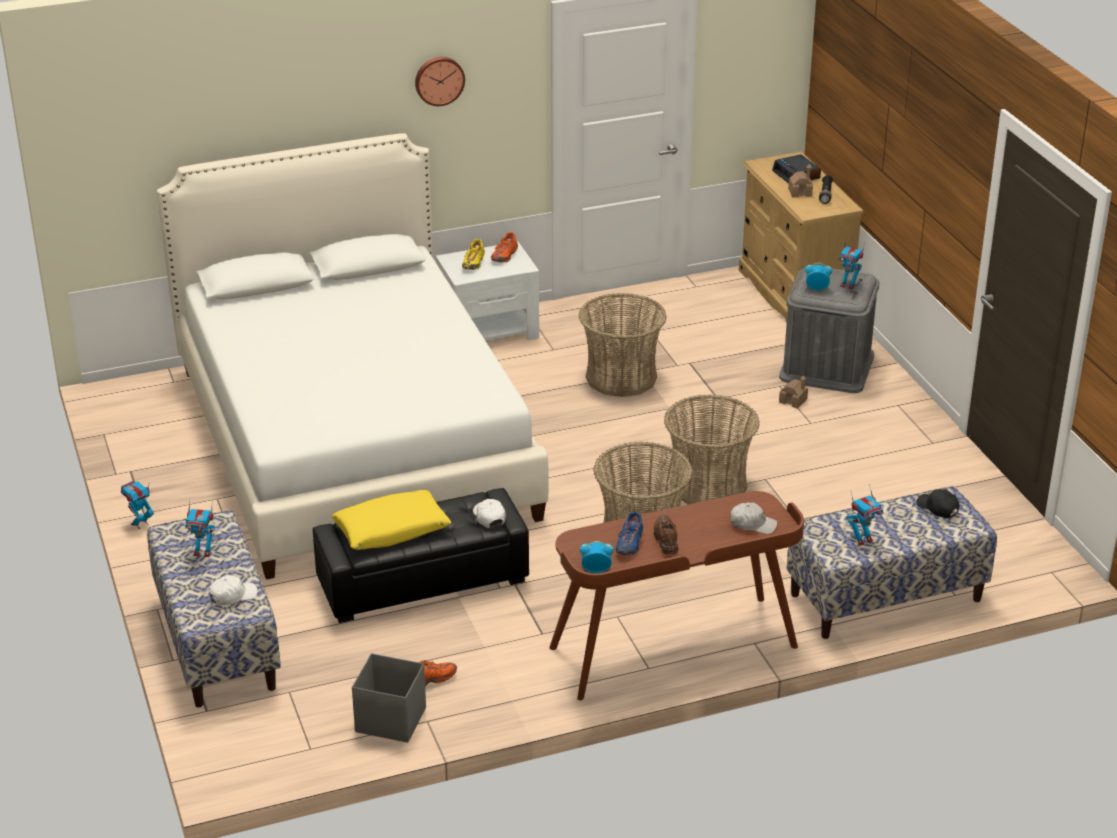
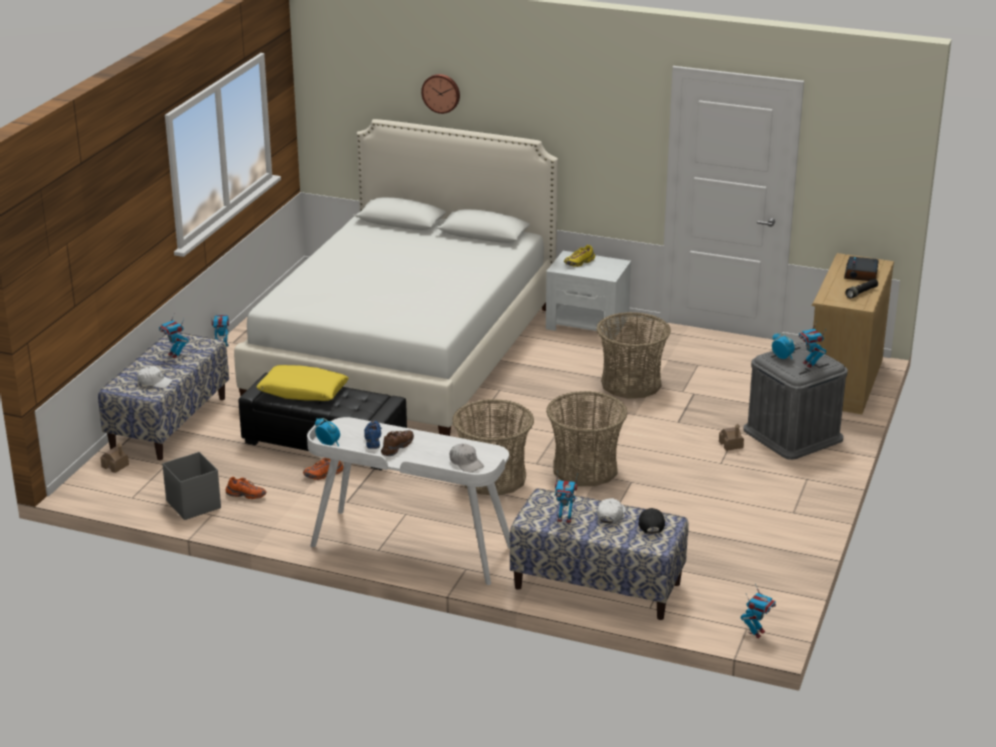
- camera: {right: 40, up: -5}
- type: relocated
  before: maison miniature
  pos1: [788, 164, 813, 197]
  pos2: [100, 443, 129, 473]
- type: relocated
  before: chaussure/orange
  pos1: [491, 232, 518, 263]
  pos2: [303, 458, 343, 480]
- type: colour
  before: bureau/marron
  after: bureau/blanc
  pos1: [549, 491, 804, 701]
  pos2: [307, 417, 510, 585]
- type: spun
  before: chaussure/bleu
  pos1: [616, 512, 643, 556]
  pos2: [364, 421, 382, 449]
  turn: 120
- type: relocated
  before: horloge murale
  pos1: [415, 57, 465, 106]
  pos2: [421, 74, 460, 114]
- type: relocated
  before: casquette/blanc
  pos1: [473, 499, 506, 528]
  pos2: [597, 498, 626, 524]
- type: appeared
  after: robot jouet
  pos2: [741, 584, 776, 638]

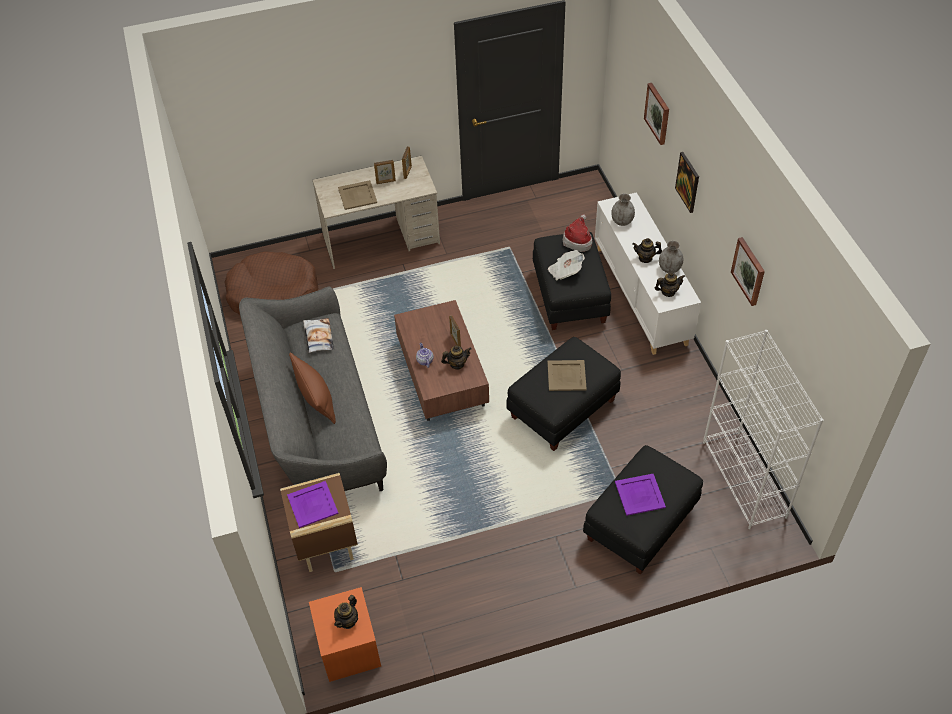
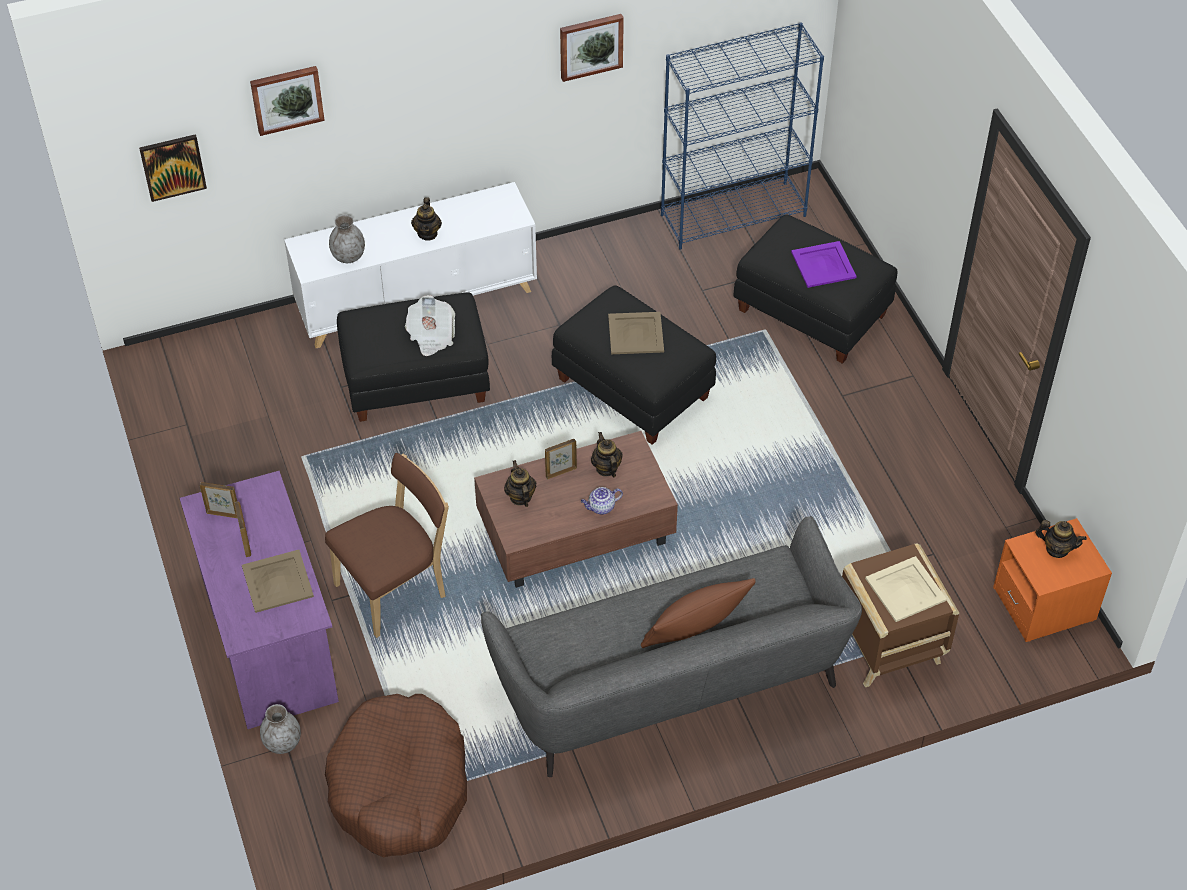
- camera: {right: -95, up: 0}
- type: relocated
  before: tableau
  pos1: [675, 152, 699, 213]
  pos2: [139, 134, 207, 202]
- type: colour
  before: bureau/beige
  after: bureau/violet
  pos1: [313, 156, 440, 269]
  pos2: [180, 471, 339, 729]
- type: relocated
  before: vase/gris
  pos1: [659, 241, 683, 273]
  pos2: [260, 704, 301, 754]
- type: appeared
  after: chaise/marron
  pos2: [325, 453, 449, 638]
- type: relocated
  before: théière
  pos1: [654, 272, 685, 297]
  pos2: [504, 460, 537, 507]
- type: colour
  before: bibliothèque/blanc
  after: bibliothèque/bleu
  pos1: [703, 330, 824, 530]
  pos2: [661, 22, 824, 250]
- type: colour
  before: plateau/violet
  after: plateau/beige
  pos1: [287, 481, 339, 528]
  pos2: [865, 556, 947, 622]
- type: missing
  before: coussin
  pos1: [303, 318, 334, 353]
- type: missing
  before: chapeau
  pos1: [563, 214, 593, 252]

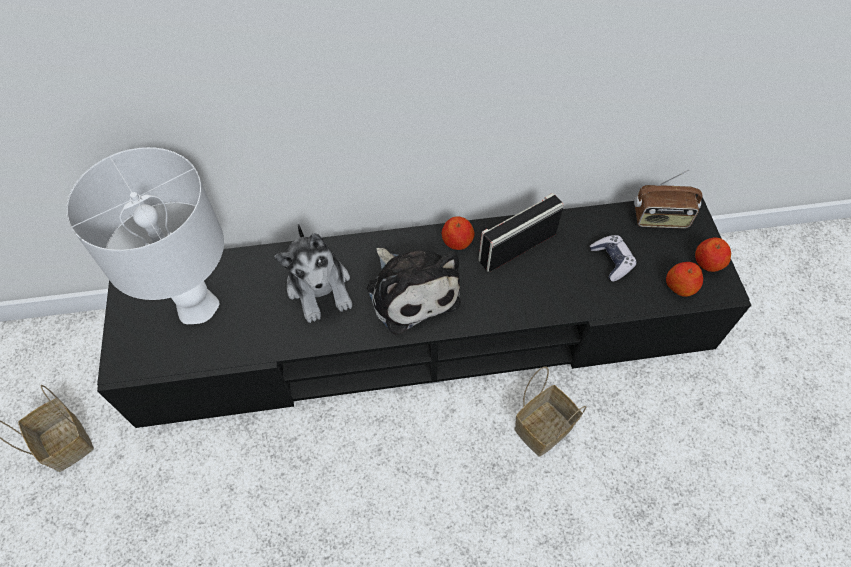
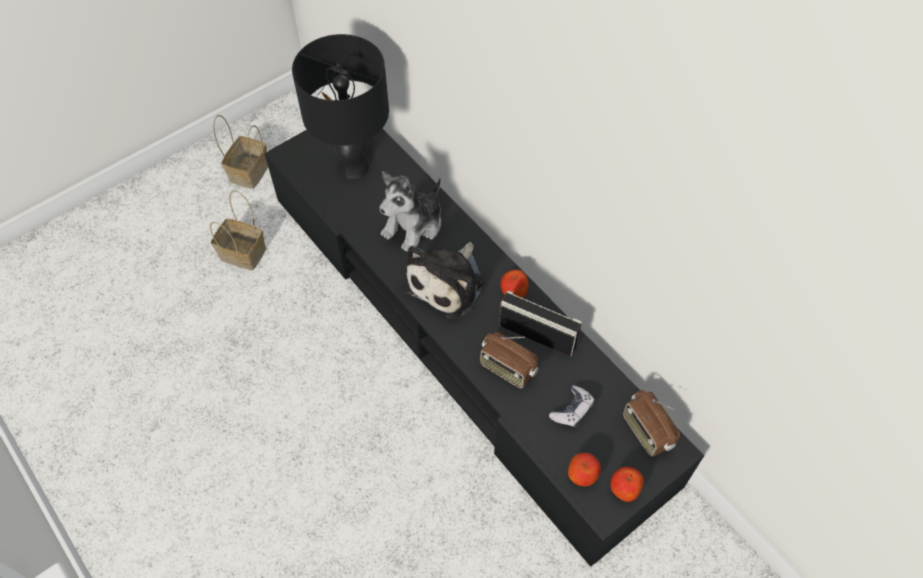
- camera: {right: 60, up: 0}
- type: relocated
  before: panier
  pos1: [514, 367, 586, 457]
  pos2: [210, 190, 266, 270]
- type: colour
  before: lampe de table/blanc
  after: lampe de table/noir
  pos1: [66, 147, 224, 324]
  pos2: [292, 34, 389, 179]
- type: appeared
  after: radio
  pos2: [480, 332, 538, 389]

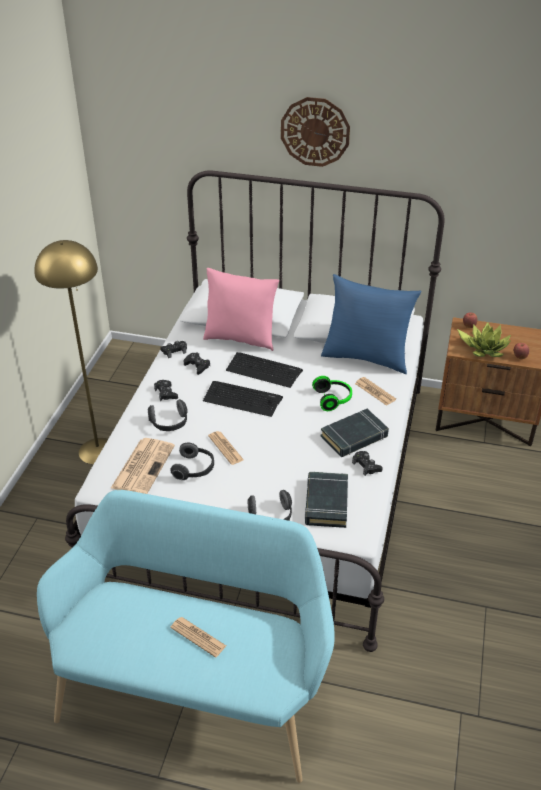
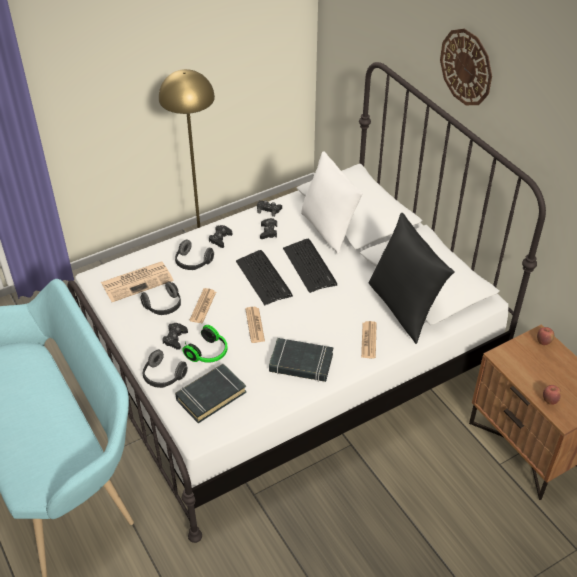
- camera: {right: 45, up: 5}
- type: relocated
  before: manette/noir
  pos1: [352, 451, 383, 476]
  pos2: [162, 323, 188, 350]
- type: relocated
  before: casque audio
  pos1: [312, 376, 352, 411]
  pos2: [182, 325, 228, 363]
- type: relocated
  before: journal
  pos1: [170, 617, 226, 658]
  pos2: [245, 307, 265, 343]
- type: colour
  before: coussin/rose
  after: coussin/blanc
  pos1: [203, 268, 280, 351]
  pos2: [301, 151, 363, 255]
- type: colour
  before: coussin/bleu
  after: coussin/noir
  pos1: [321, 274, 421, 374]
  pos2: [369, 213, 455, 344]
- type: missing
  before: plante en pot
  pos1: [457, 322, 511, 357]

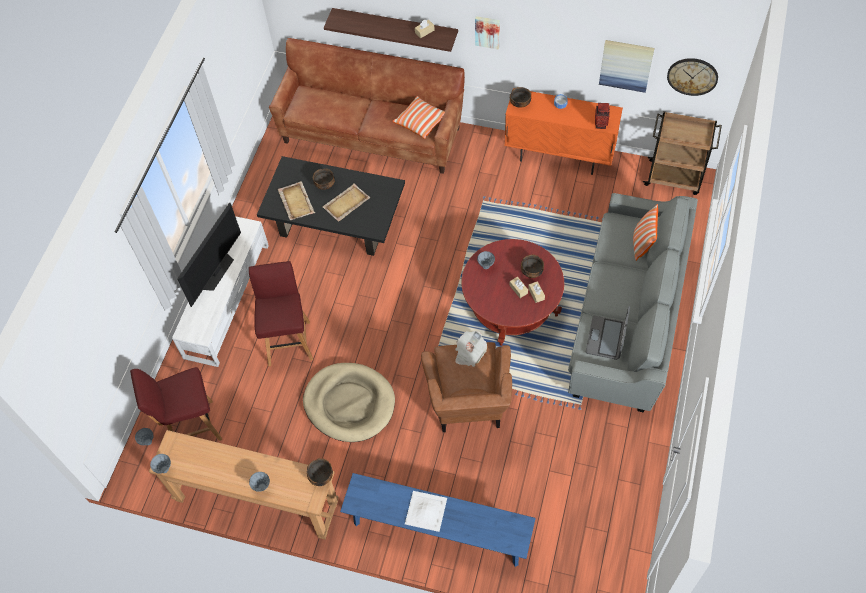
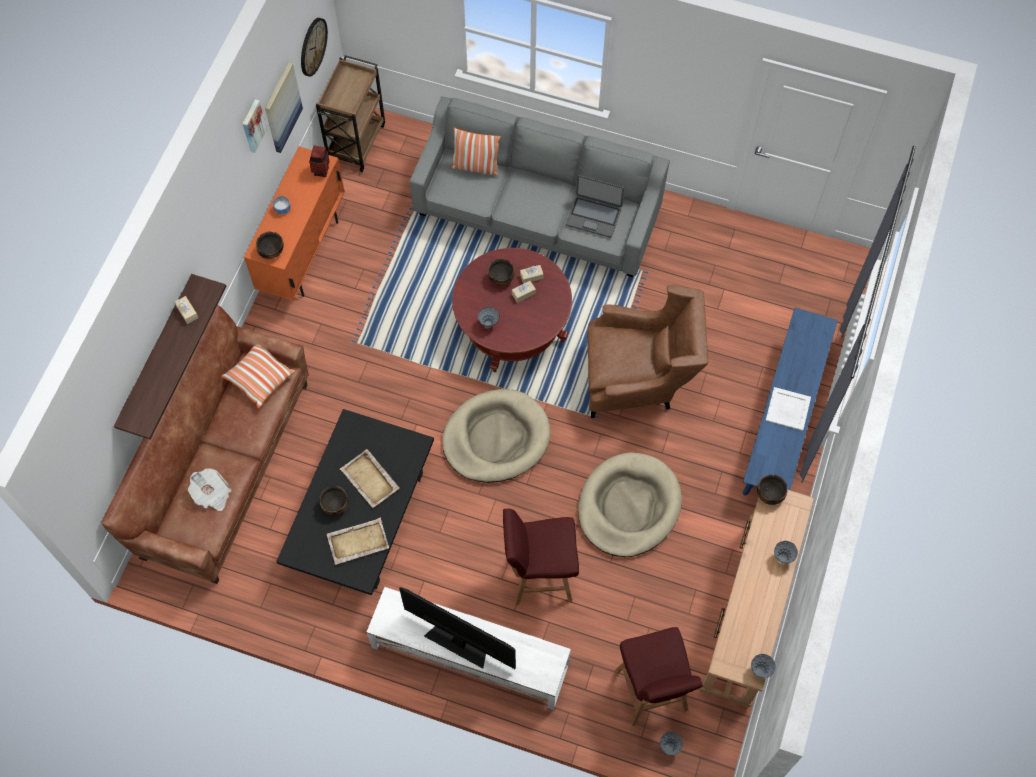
- camera: {right: -90, up: 5}
- type: relocated
  before: journal
  pos1: [455, 331, 487, 367]
  pos2: [188, 468, 231, 511]
- type: relocated
  before: tableau
  pos1: [475, 16, 500, 50]
  pos2: [243, 99, 267, 153]
- type: appeared
  after: panier pour chien/beige
  pos2: [442, 389, 550, 483]

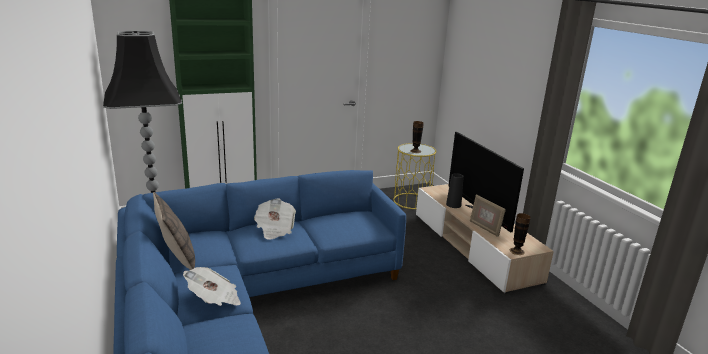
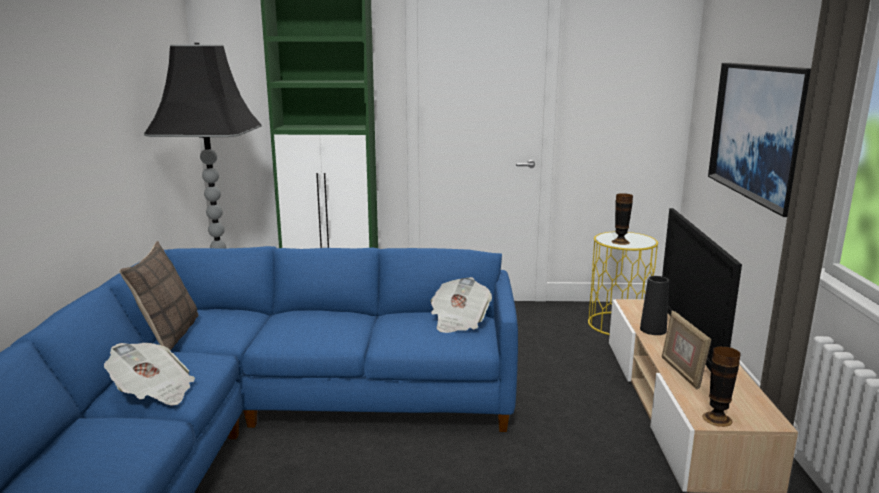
- camera: {right: 25, up: -5}
- type: relocated
  before: journal
  pos1: [254, 199, 296, 240]
  pos2: [430, 277, 492, 333]
- type: appeared
  after: tableau
  pos2: [708, 63, 811, 217]

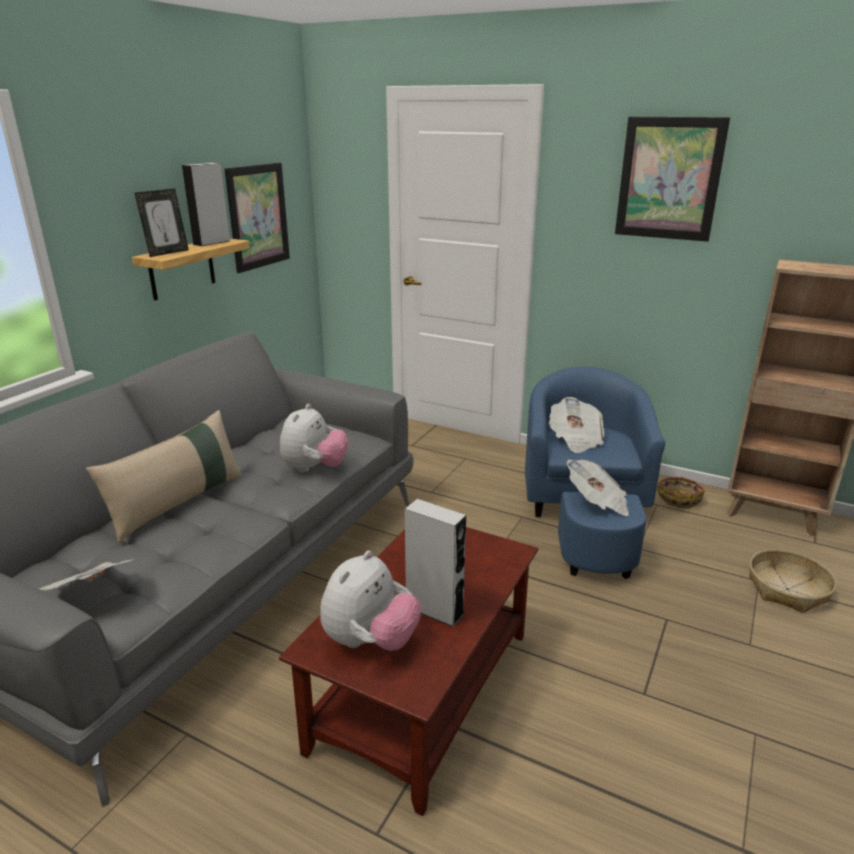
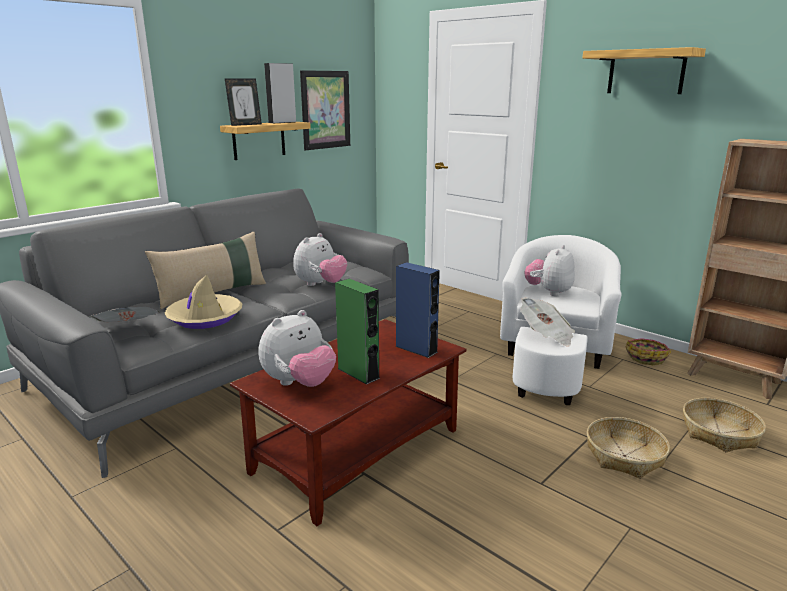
- camera: {right: 15, up: -5}
- type: appeared
  after: chapeau/beige
  pos2: [164, 275, 242, 329]
- type: colour
  before: enceinte/gris
  after: enceinte/vert
  pos1: [405, 499, 466, 627]
  pos2: [335, 279, 380, 385]
- type: appeared
  after: enceinte/bleu
  pos2: [395, 262, 440, 358]
- type: colour
  before: fauteuil/bleu
  after: fauteuil/blanc
  pos1: [525, 367, 665, 579]
  pos2: [500, 235, 622, 405]
- type: exchanged
  before: journal
  after: peluche
  pos1: [549, 397, 604, 453]
  pos2: [525, 245, 575, 296]
- type: exchanged
  before: tableau
  after: étagère
  pos1: [615, 117, 730, 242]
  pos2: [583, 47, 706, 94]
- type: appeared
  after: panier
  pos2: [587, 417, 670, 478]

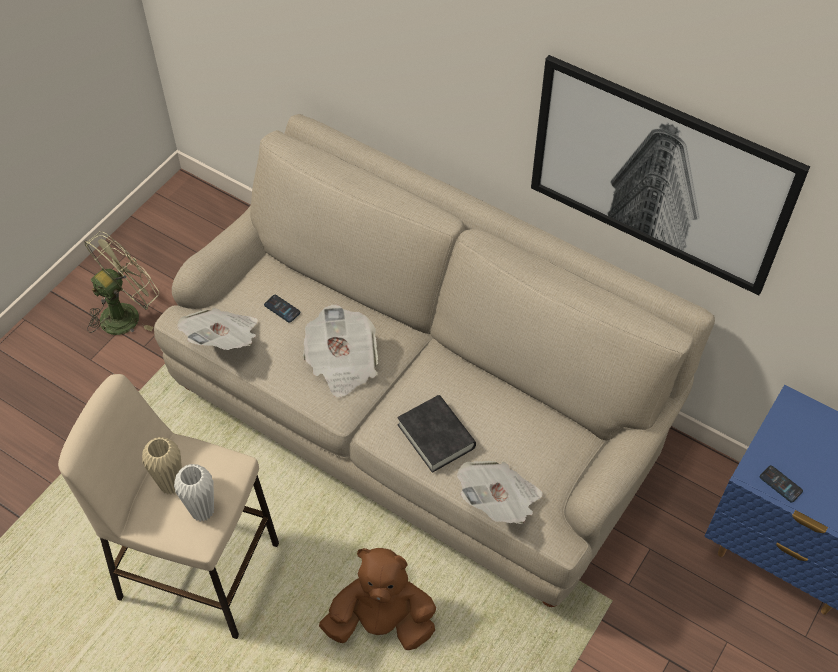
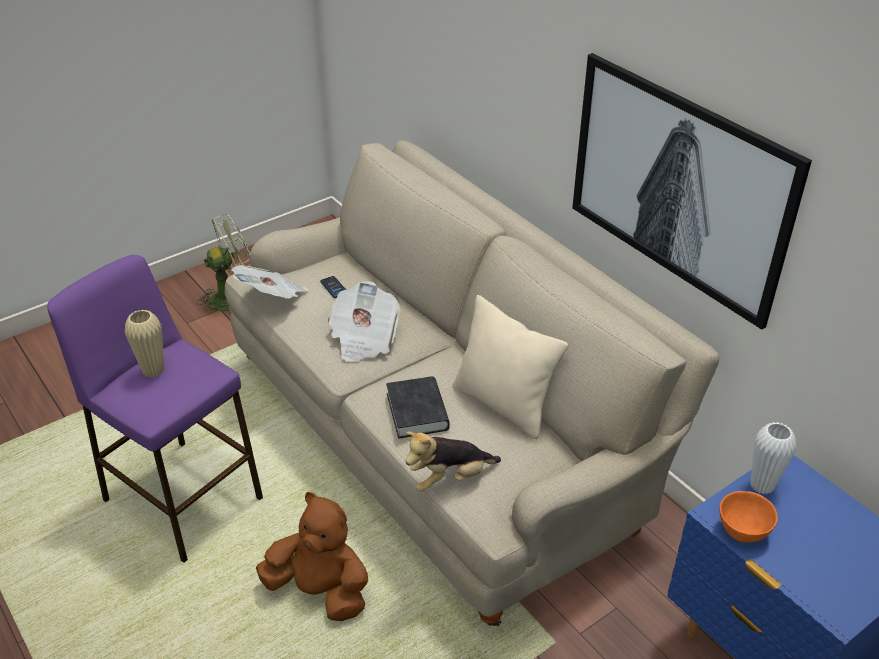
- camera: {right: 20, up: -15}
- type: colour
  before: tabouret/beige
  after: tabouret/violet
  pos1: [58, 374, 279, 639]
  pos2: [47, 255, 263, 563]
- type: exchanged
  before: journal
  after: peluche
  pos1: [457, 461, 543, 524]
  pos2: [405, 432, 501, 491]
- type: appeared
  after: coussin/beige
  pos2: [452, 295, 568, 439]
- type: exchanged
  before: téléphone
  after: bol/orange
  pos1: [760, 465, 803, 503]
  pos2: [719, 491, 778, 543]
- type: relocated
  before: vase/blanc
  pos1: [174, 464, 214, 521]
  pos2: [750, 422, 796, 494]

